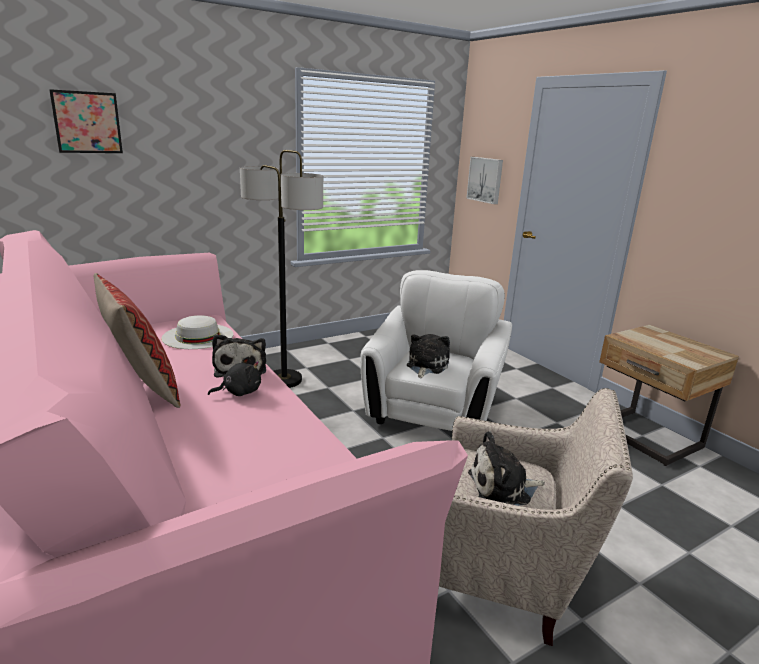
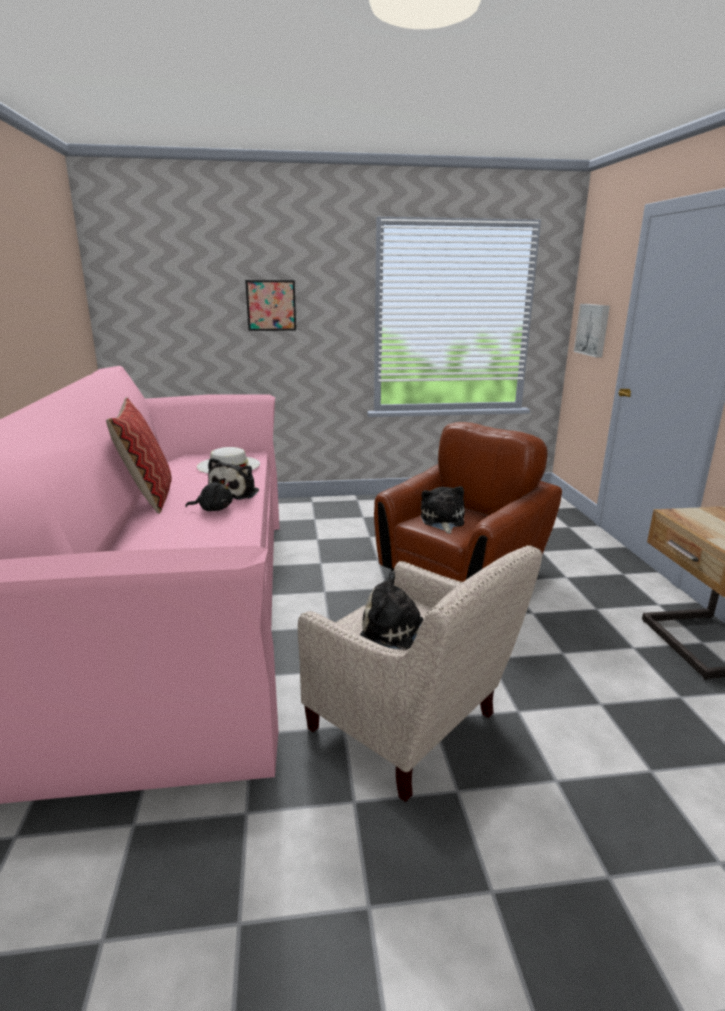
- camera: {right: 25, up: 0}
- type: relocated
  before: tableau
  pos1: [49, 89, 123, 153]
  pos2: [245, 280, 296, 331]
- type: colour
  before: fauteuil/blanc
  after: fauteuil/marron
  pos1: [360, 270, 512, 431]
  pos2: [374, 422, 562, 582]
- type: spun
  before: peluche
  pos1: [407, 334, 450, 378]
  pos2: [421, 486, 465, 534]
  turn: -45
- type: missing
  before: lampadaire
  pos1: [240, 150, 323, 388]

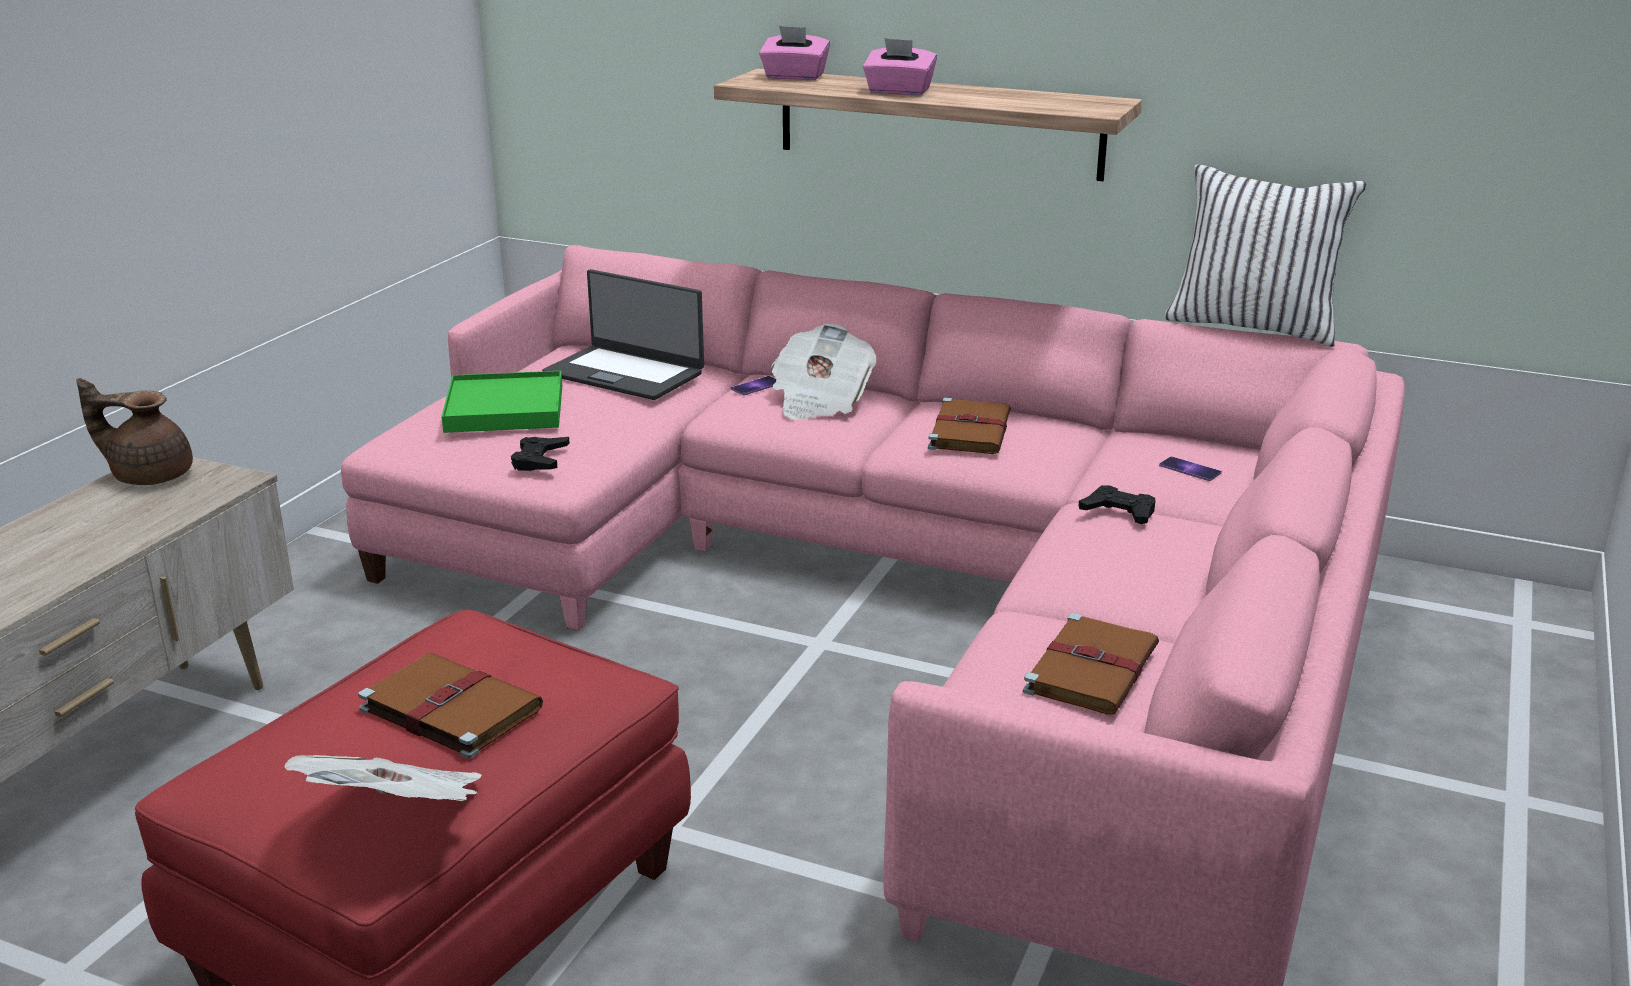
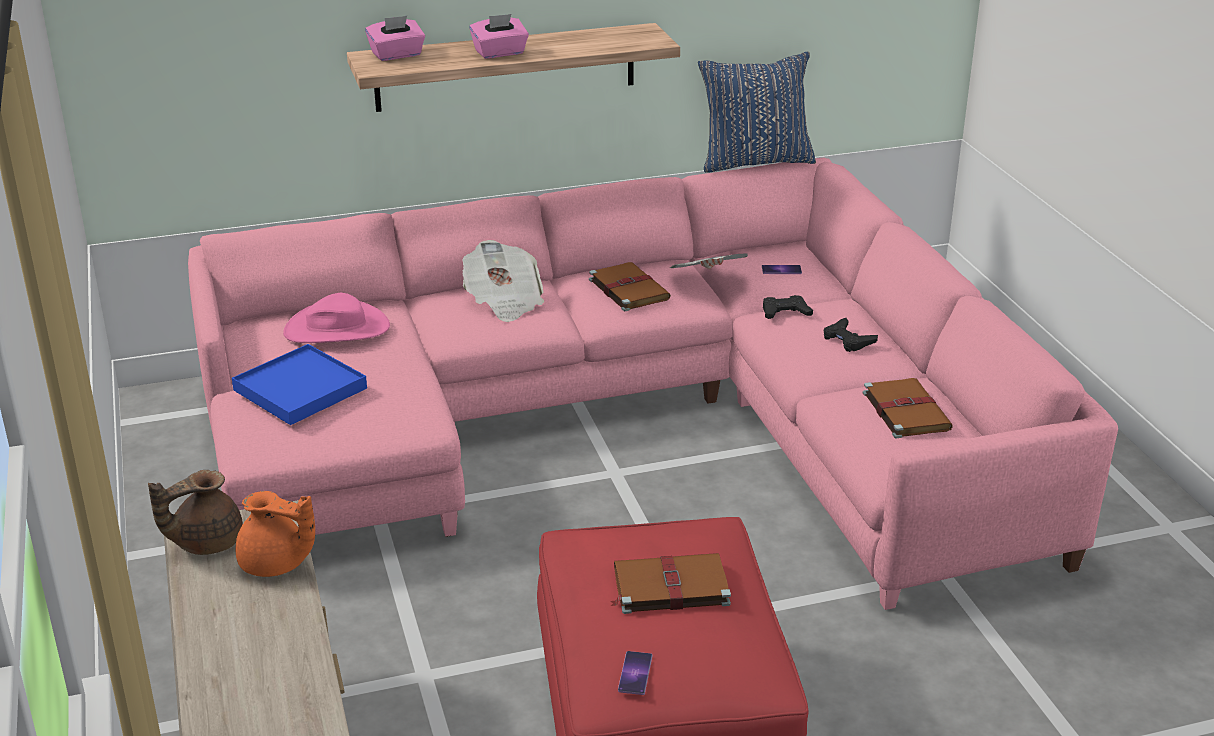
- camera: {right: -40, up: 5}
- type: colour
  before: plateau/vert
  after: plateau/bleu
  pos1: [441, 371, 562, 433]
  pos2: [232, 344, 367, 425]
- type: appeared
  after: théière/orange
  pos2: [236, 491, 315, 577]
- type: exchanged
  before: ordinateur portable
  after: chapeau/rose
  pos1: [542, 269, 704, 400]
  pos2: [283, 293, 390, 343]
- type: relocated
  before: téléphone
  pos1: [731, 376, 776, 396]
  pos2: [618, 651, 652, 695]
- type: relocated
  before: journal
  pos1: [284, 755, 482, 801]
  pos2: [670, 254, 748, 269]
- type: colour
  before: coussin/blanc
  after: coussin/bleu
  pos1: [1164, 165, 1366, 347]
  pos2: [698, 52, 816, 173]
- type: relocated
  before: manette/noir
  pos1: [511, 437, 570, 471]
  pos2: [824, 318, 878, 352]

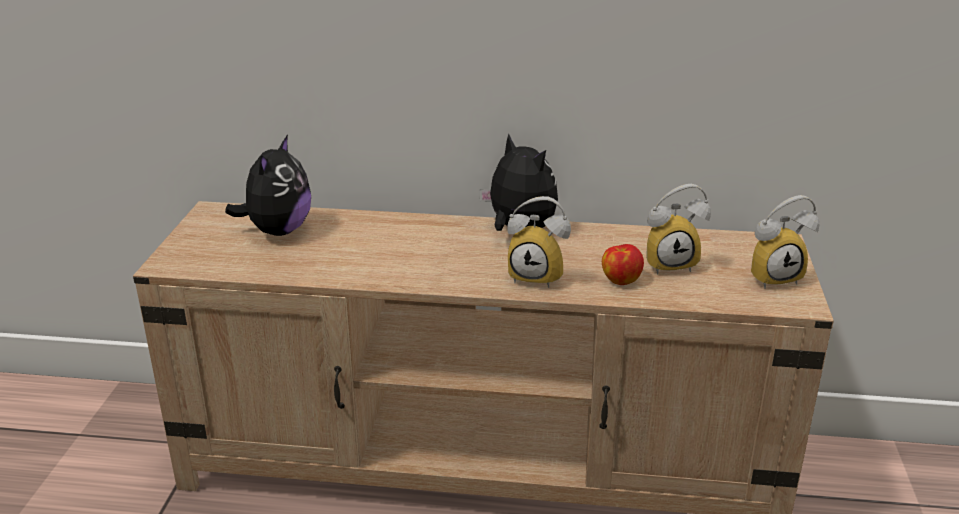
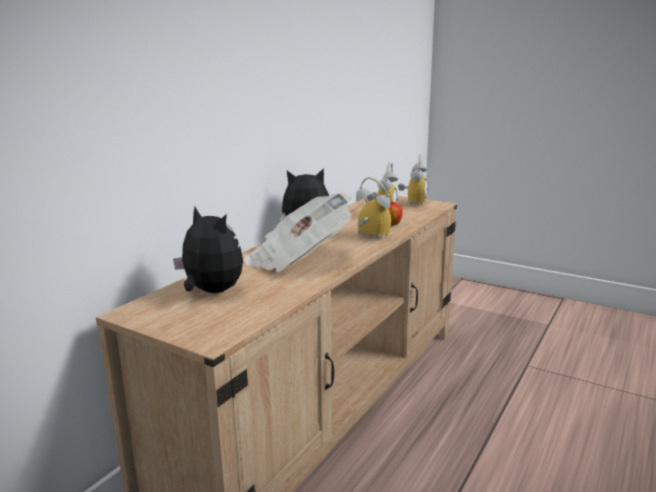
- camera: {right: -65, up: -10}
- type: appeared
  after: journal
  pos2: [243, 193, 352, 272]
- type: spun
  before: réveil
  pos1: [507, 196, 571, 288]
  pos2: [356, 177, 391, 240]
  turn: -90

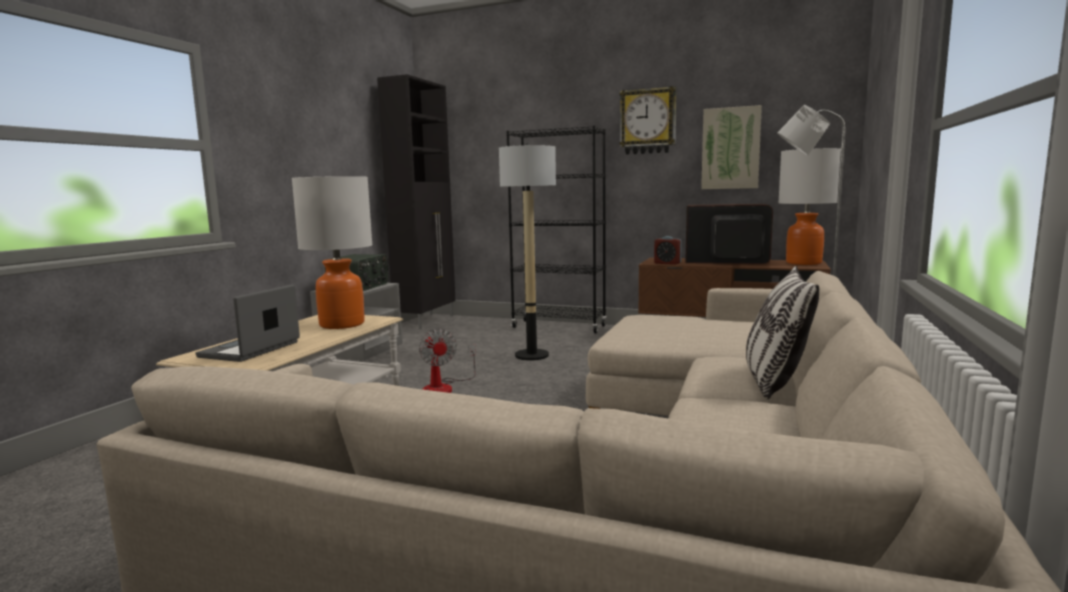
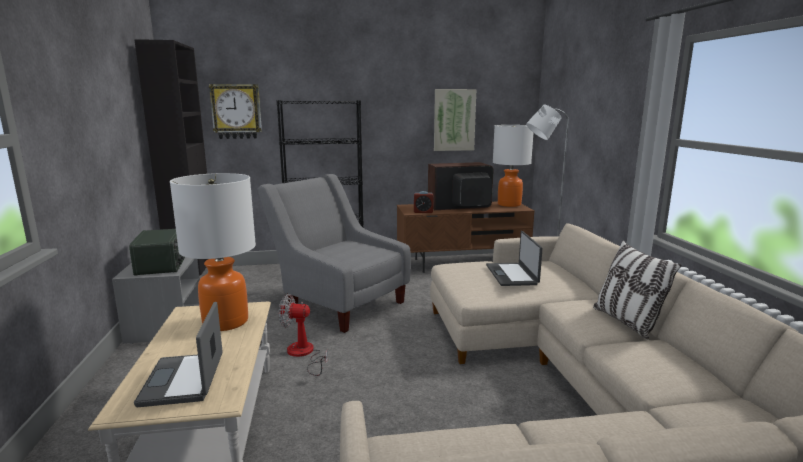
- camera: {right: -30, up: 5}
- type: relocated
  before: horloge murale
  pos1: [619, 86, 676, 155]
  pos2: [209, 84, 262, 139]
- type: exchanged
  before: lampadaire
  after: fauteuil/gris
  pos1: [499, 144, 556, 361]
  pos2: [257, 174, 411, 333]
- type: spun
  before: ventilateur
  pos1: [419, 328, 476, 393]
  pos2: [279, 294, 328, 376]
  turn: 150
- type: appeared
  after: ordinateur portable
  pos2: [486, 231, 543, 286]

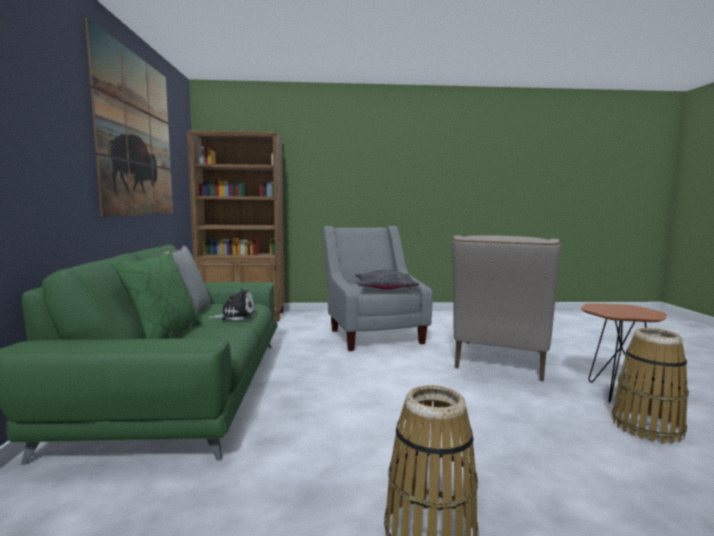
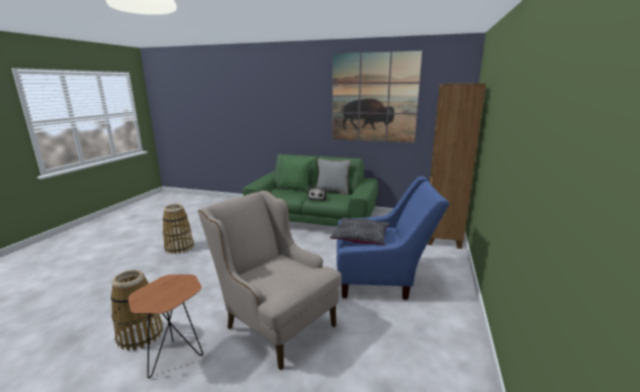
- camera: {right: 110, up: 10}
- type: colour
  before: fauteuil/gris
  after: fauteuil/bleu
  pos1: [322, 226, 433, 351]
  pos2: [337, 177, 449, 300]

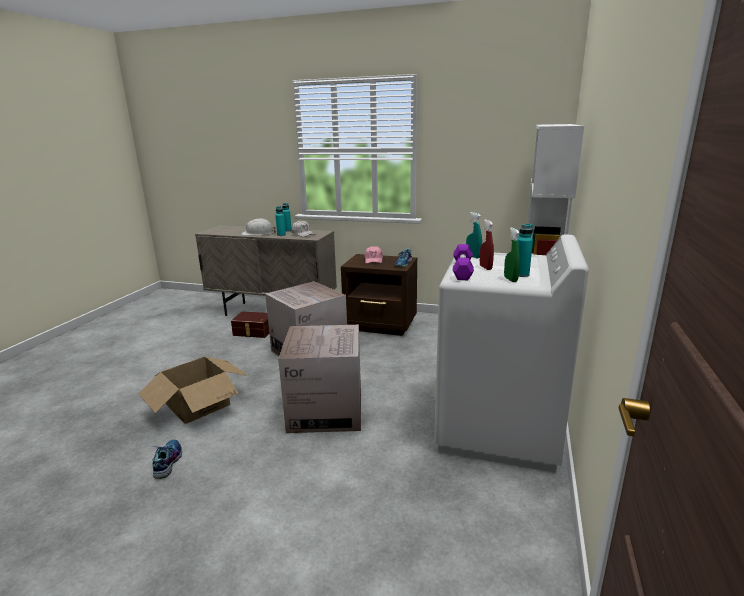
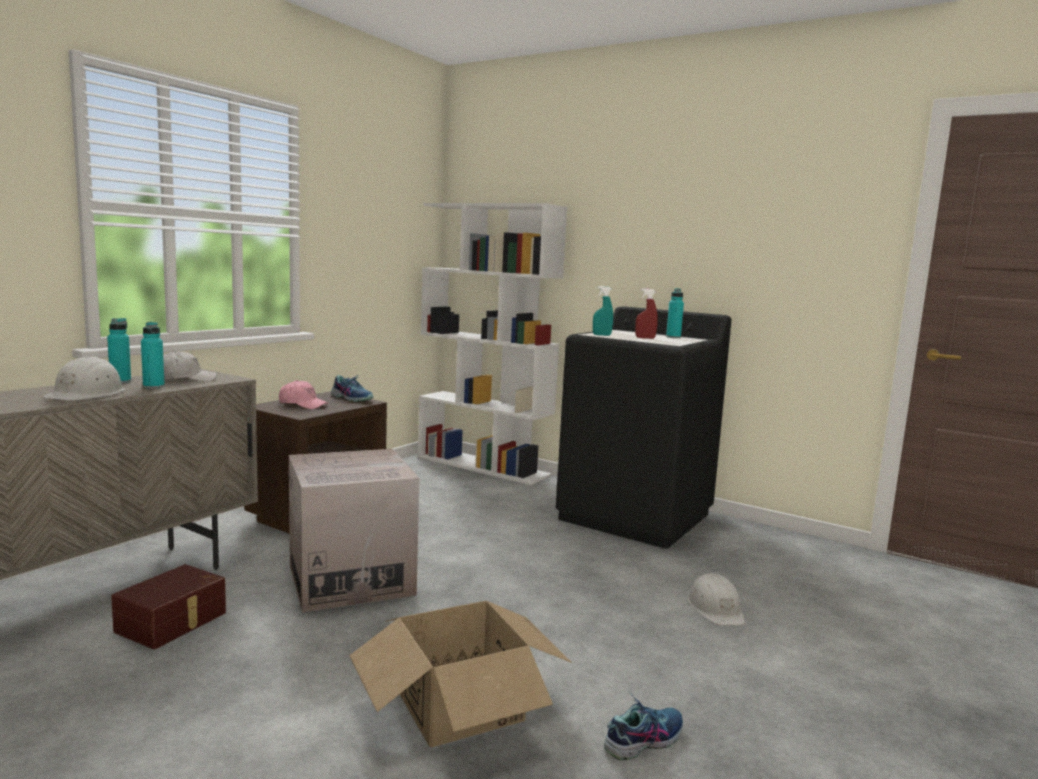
- camera: {right: -75, up: -10}
- type: colour
  before: lave-linge/blanc
  after: lave-linge/noir
  pos1: [434, 234, 589, 473]
  pos2: [556, 306, 732, 548]
- type: spun
  before: chaussure
  pos1: [151, 439, 182, 479]
  pos2: [604, 693, 683, 760]
  turn: 135
- type: appeared
  after: casque de chantier/blanc
  pos2: [687, 573, 745, 626]
- type: missing
  before: carton
  pos1: [278, 325, 361, 433]
- type: missing
  before: haltère/violet
  pos1: [453, 244, 474, 280]
- type: missing
  before: vaporisateur/vert
  pos1: [504, 227, 520, 282]

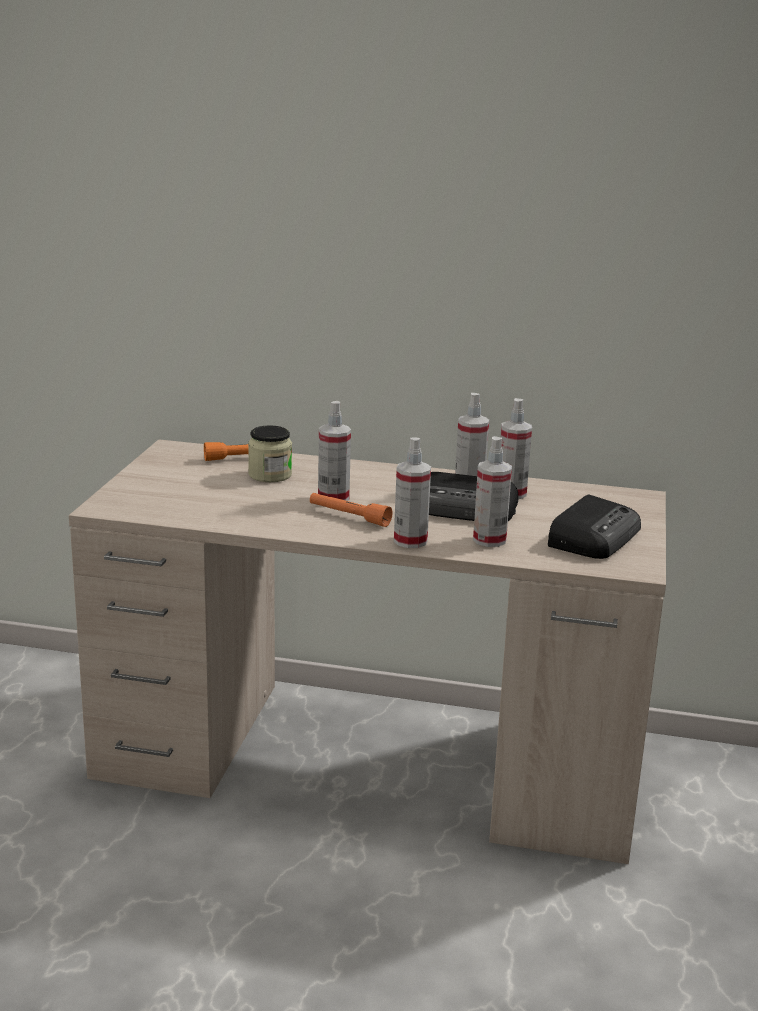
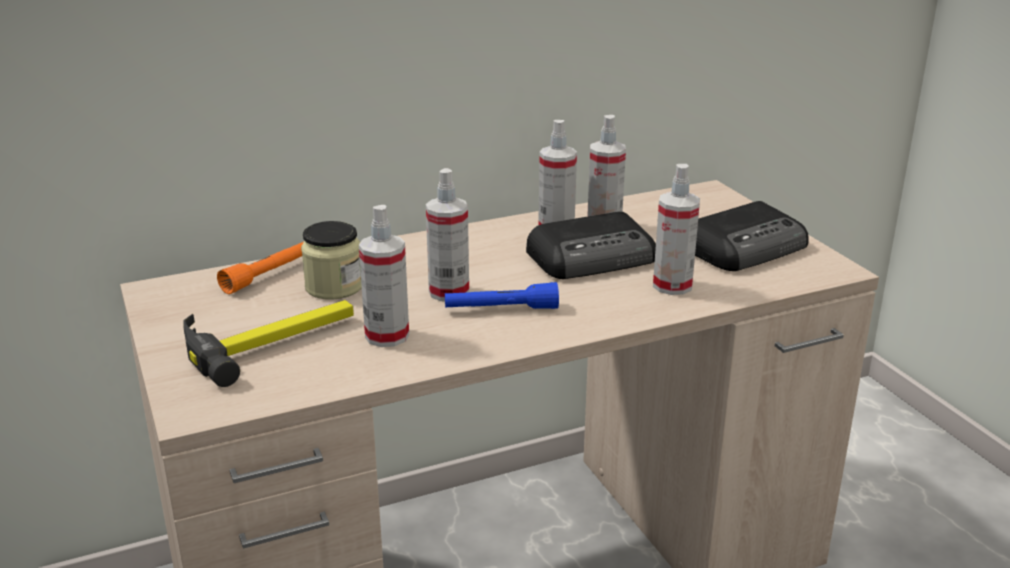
- camera: {right: -35, up: 5}
- type: appeared
  after: marteau
  pos2: [184, 300, 354, 387]
- type: relocated
  before: vaporisateur
  pos1: [394, 438, 431, 548]
  pos2: [359, 205, 409, 347]
- type: colour
  before: lampe de poche/orange
  after: lampe de poche/bleu
  pos1: [310, 493, 393, 527]
  pos2: [445, 282, 559, 309]
- type: spun
  before: radio
  pos1: [548, 494, 641, 559]
  pos2: [695, 201, 809, 271]
  turn: 60

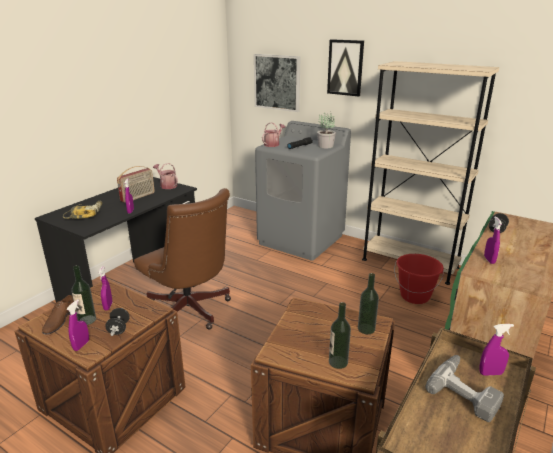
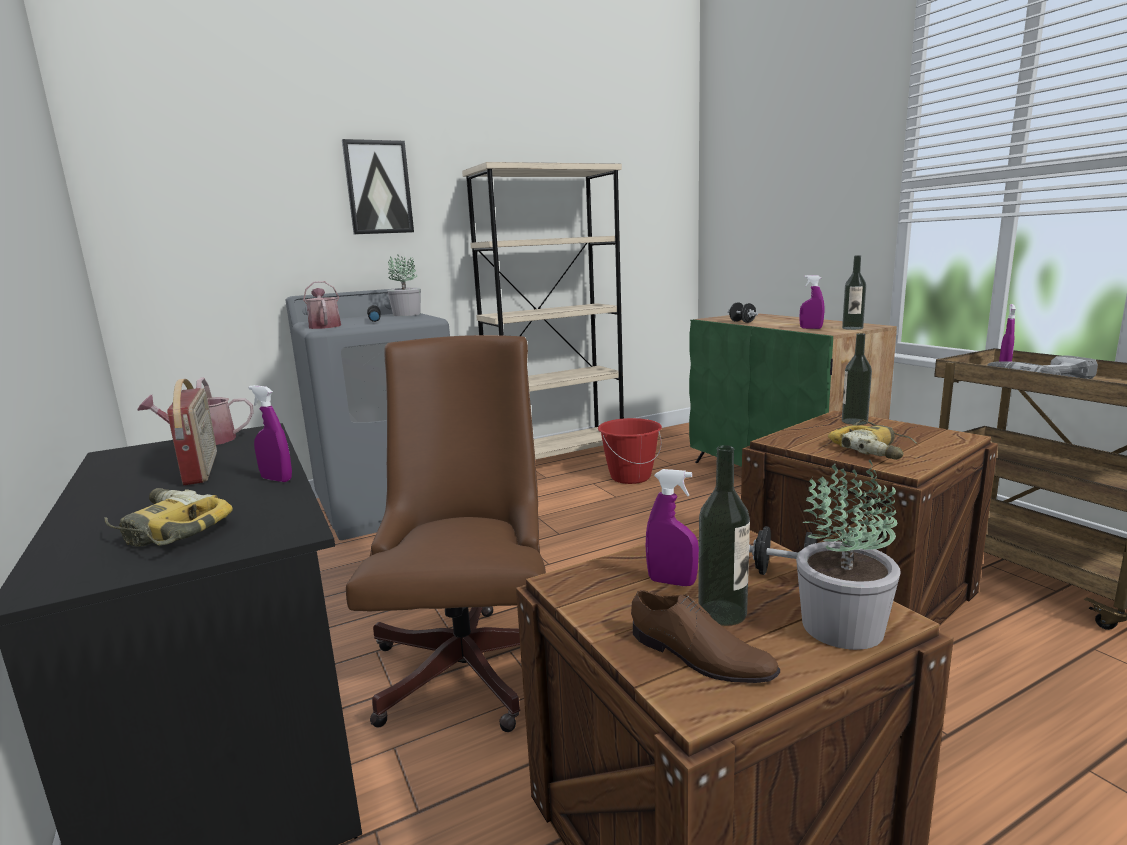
- camera: {right: -60, up: -10}
- type: spun
  before: chaise de bureau/marron
  pos1: [134, 188, 231, 330]
  pos2: [346, 335, 546, 732]
  turn: -75
- type: exchanged
  before: vaporisateur/violet
  after: plante en pot
  pos1: [66, 299, 89, 351]
  pos2: [796, 460, 900, 650]
- type: appeared
  after: perceuse
  pos2: [828, 420, 917, 460]
- type: relocated
  before: bouteille
  pos1: [329, 302, 351, 369]
  pos2: [842, 255, 866, 330]
- type: missing
  before: tableau
  pos1: [254, 54, 301, 112]

